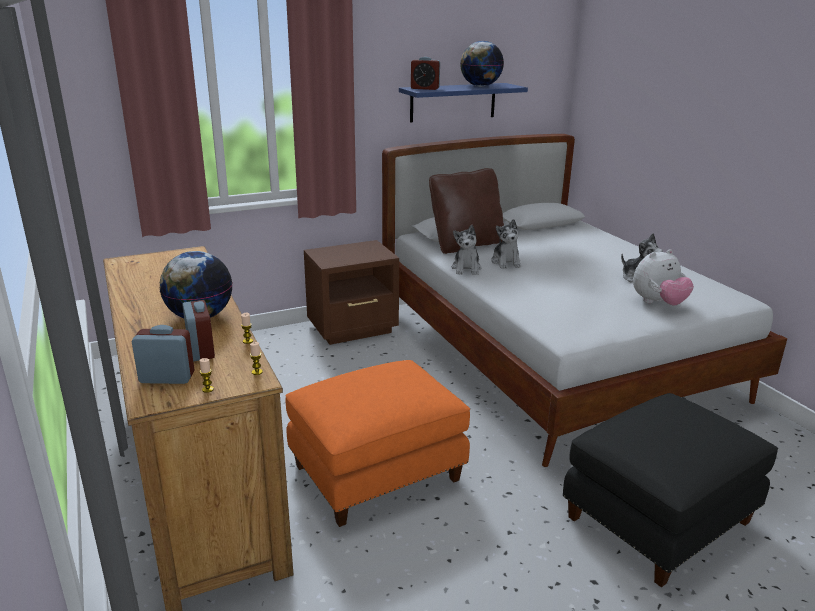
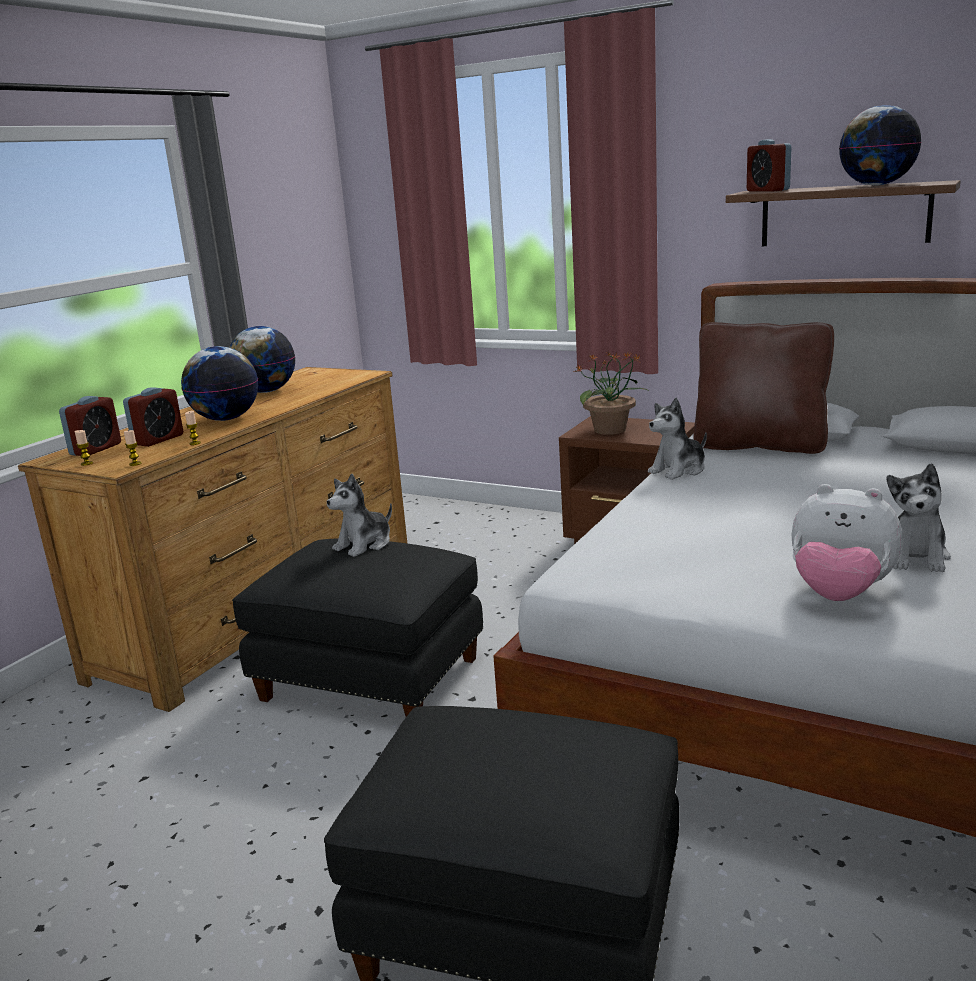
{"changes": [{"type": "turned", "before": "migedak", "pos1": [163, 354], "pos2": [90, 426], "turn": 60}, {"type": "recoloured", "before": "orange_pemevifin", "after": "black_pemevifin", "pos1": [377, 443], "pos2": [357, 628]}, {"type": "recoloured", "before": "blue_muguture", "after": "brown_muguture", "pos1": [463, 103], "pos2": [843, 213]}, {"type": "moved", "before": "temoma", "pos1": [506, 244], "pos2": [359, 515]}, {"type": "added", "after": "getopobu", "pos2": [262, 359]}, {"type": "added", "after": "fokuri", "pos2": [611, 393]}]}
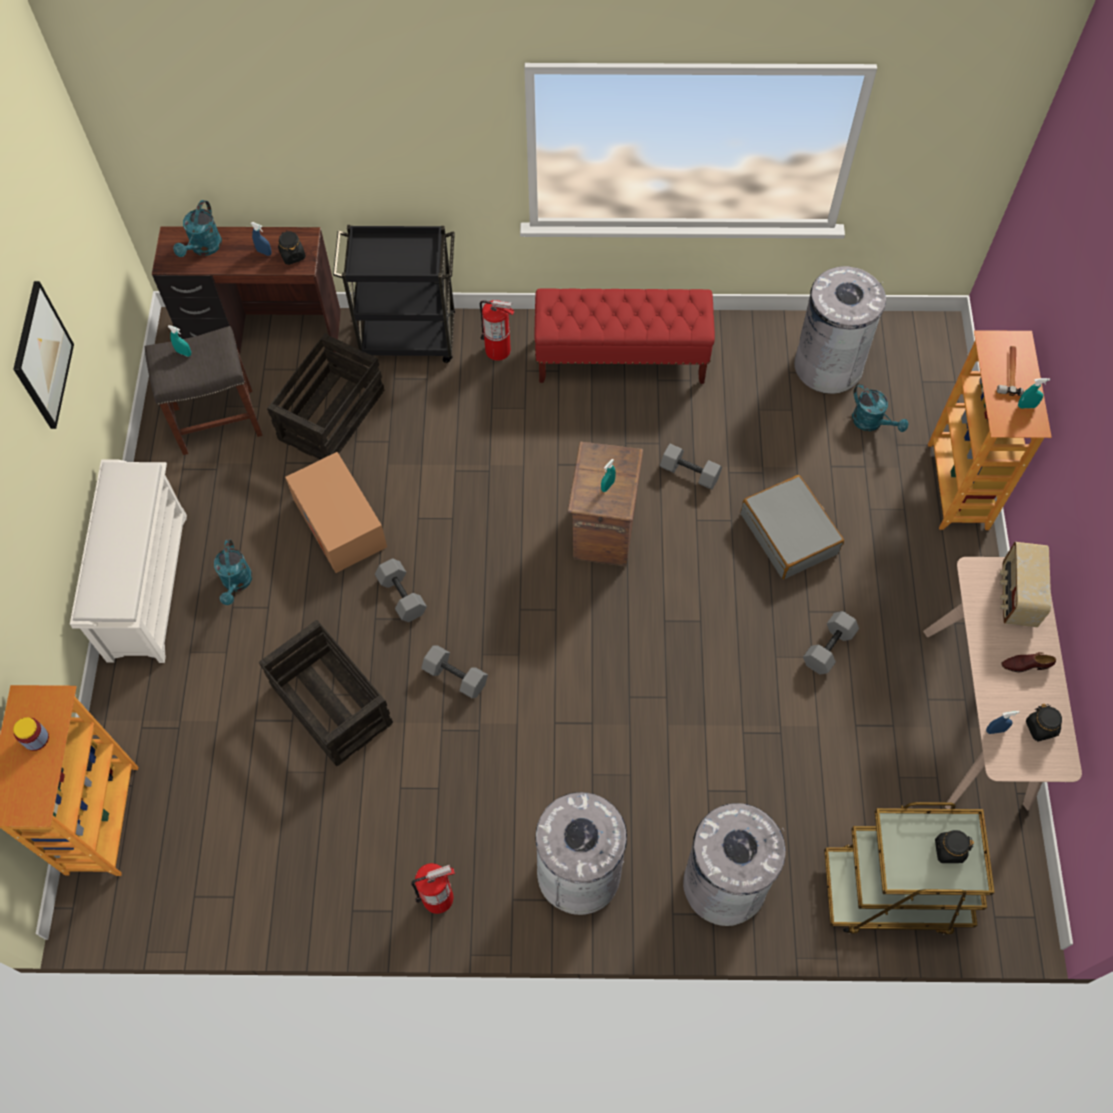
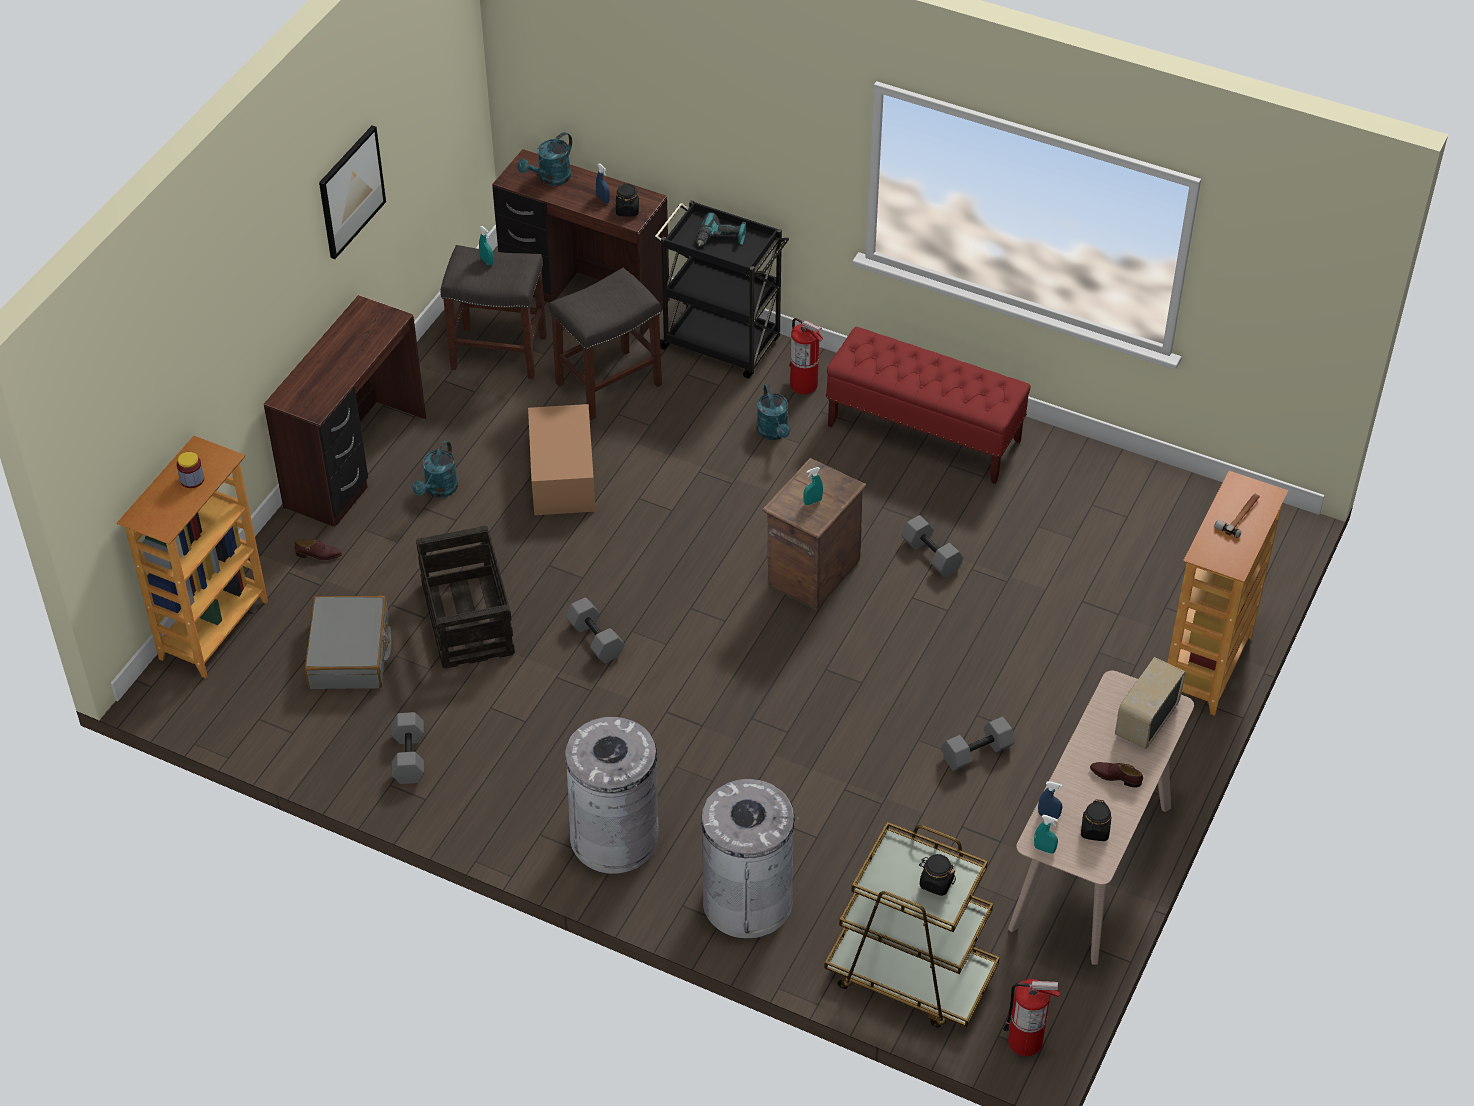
{"changes": [{"type": "replaced", "before": "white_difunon", "after": "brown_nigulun", "pos1": [128, 561], "pos2": [345, 411]}, {"type": "replaced", "before": "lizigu", "after": "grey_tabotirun", "pos1": [325, 397], "pos2": [605, 344]}, {"type": "moved", "before": "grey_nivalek", "pos1": [401, 590], "pos2": [407, 748]}, {"type": "moved", "before": "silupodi", "pos1": [433, 888], "pos2": [1031, 1017]}, {"type": "moved", "before": "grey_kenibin", "pos1": [792, 527], "pos2": [348, 642]}, {"type": "removed", "before": "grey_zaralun", "pos1": [840, 330]}, {"type": "moved", "before": "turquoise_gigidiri", "pos1": [880, 408], "pos2": [773, 412]}, {"type": "moved", "before": "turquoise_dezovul", "pos1": [1034, 393], "pos2": [1046, 834]}, {"type": "added", "after": "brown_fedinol", "pos2": [318, 549]}, {"type": "added", "after": "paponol", "pos2": [721, 229]}]}
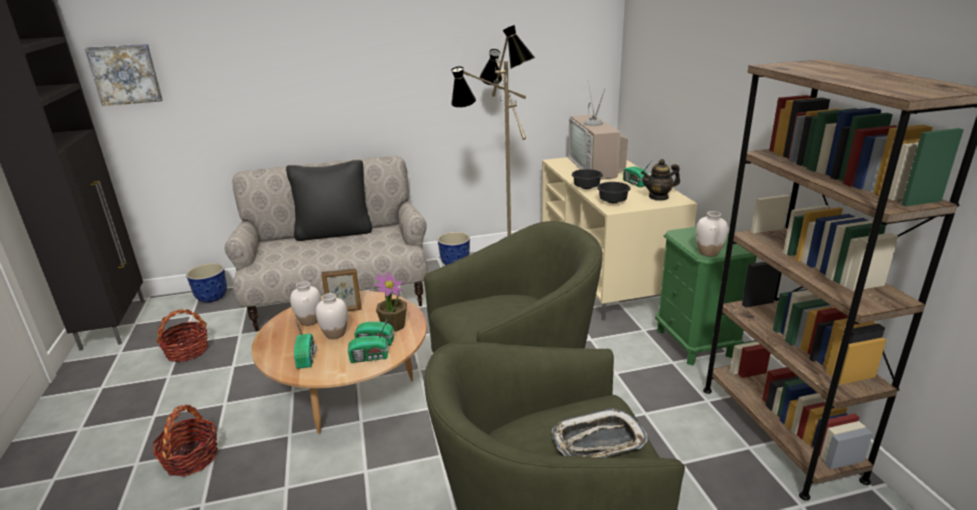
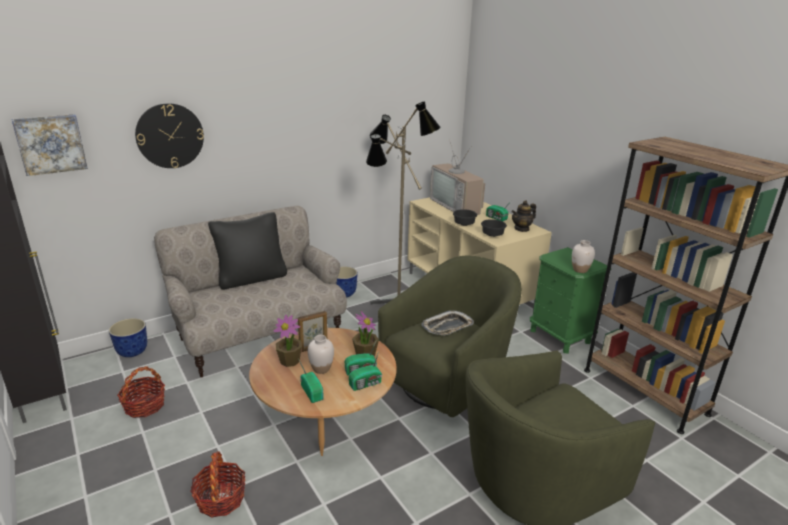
{"changes": [{"type": "replaced", "before": "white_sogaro", "after": "fokuri", "pos1": [305, 303], "pos2": [288, 341]}, {"type": "moved", "before": "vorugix", "pos1": [599, 433], "pos2": [447, 323]}, {"type": "added", "after": "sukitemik", "pos2": [169, 135]}]}
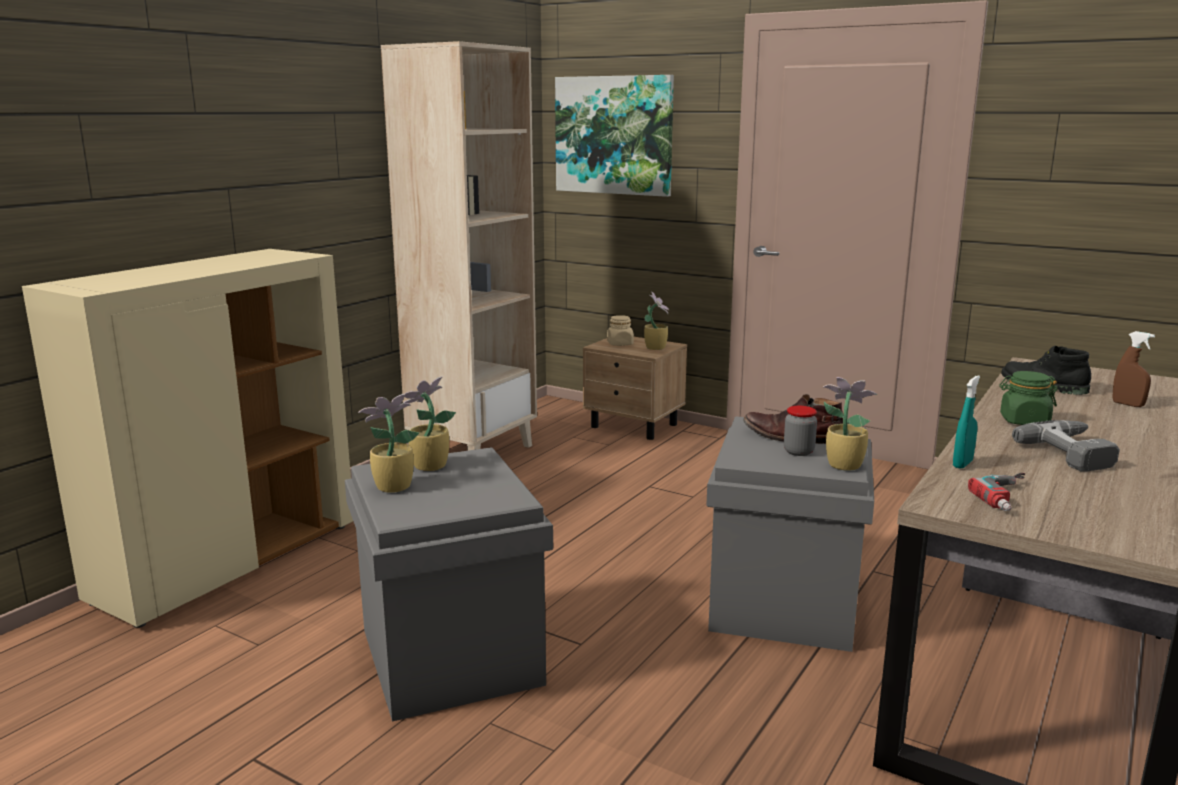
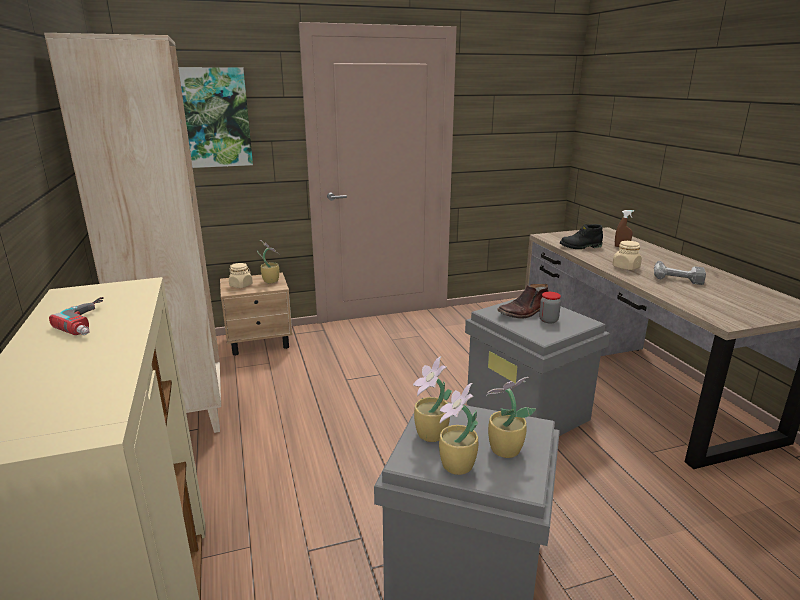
{"changes": [{"type": "moved", "before": "fokuri", "pos1": [850, 424], "pos2": [511, 417]}, {"type": "removed", "before": "turquoise_dezovul", "pos1": [966, 422]}, {"type": "moved", "before": "paponol", "pos1": [996, 492], "pos2": [76, 316]}, {"type": "recoloured", "before": "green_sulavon", "after": "beige_sulavon", "pos1": [1028, 398], "pos2": [627, 255]}]}
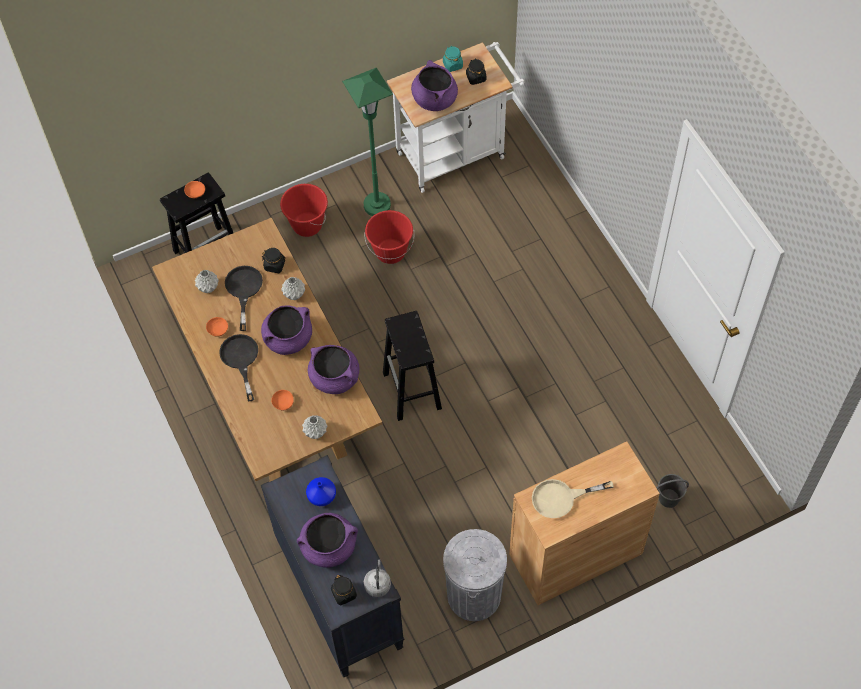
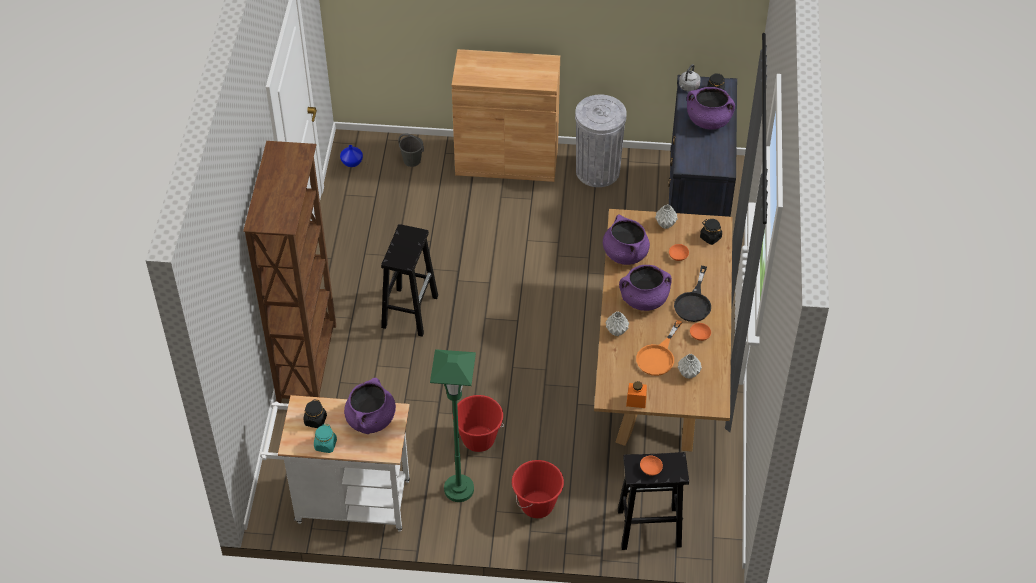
{"changes": [{"type": "recoloured", "before": "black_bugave", "after": "orange_bugave", "pos1": [244, 298], "pos2": [659, 348]}, {"type": "moved", "before": "black_sulavon", "pos1": [273, 260], "pos2": [711, 232]}, {"type": "moved", "before": "blue_sogaro", "pos1": [321, 491], "pos2": [351, 156]}, {"type": "moved", "before": "black_tabotirun", "pos1": [412, 366], "pos2": [409, 280]}, {"type": "removed", "before": "beige_bugave", "pos1": [573, 498]}, {"type": "added", "after": "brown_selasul", "pos2": [289, 272]}, {"type": "added", "after": "orange_sulavon", "pos2": [636, 394]}]}
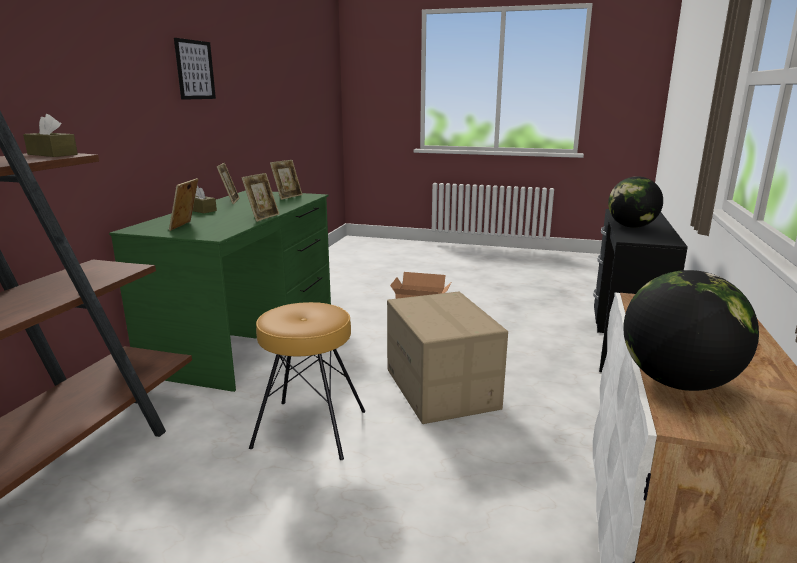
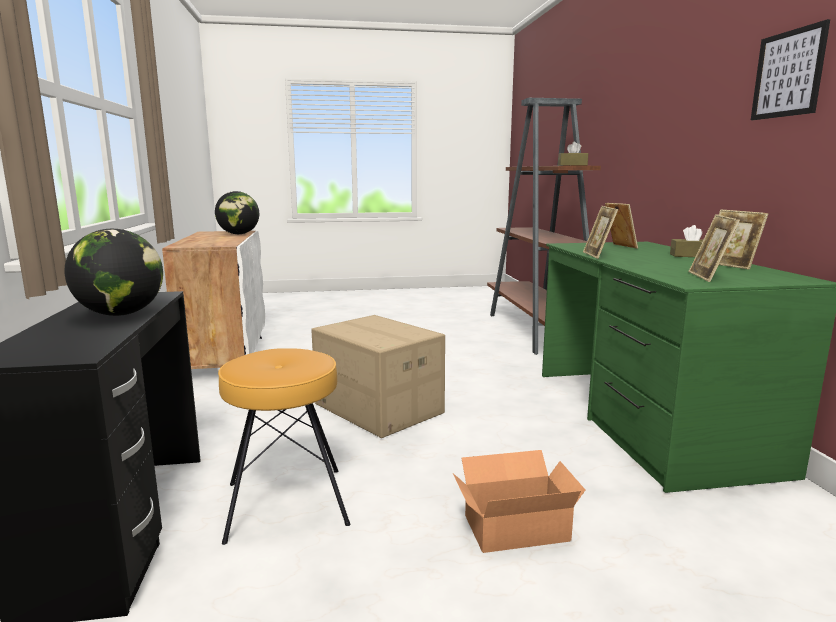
{"changes": [{"type": "moved", "before": "brown_tabotirun", "pos1": [307, 381], "pos2": [284, 446]}]}
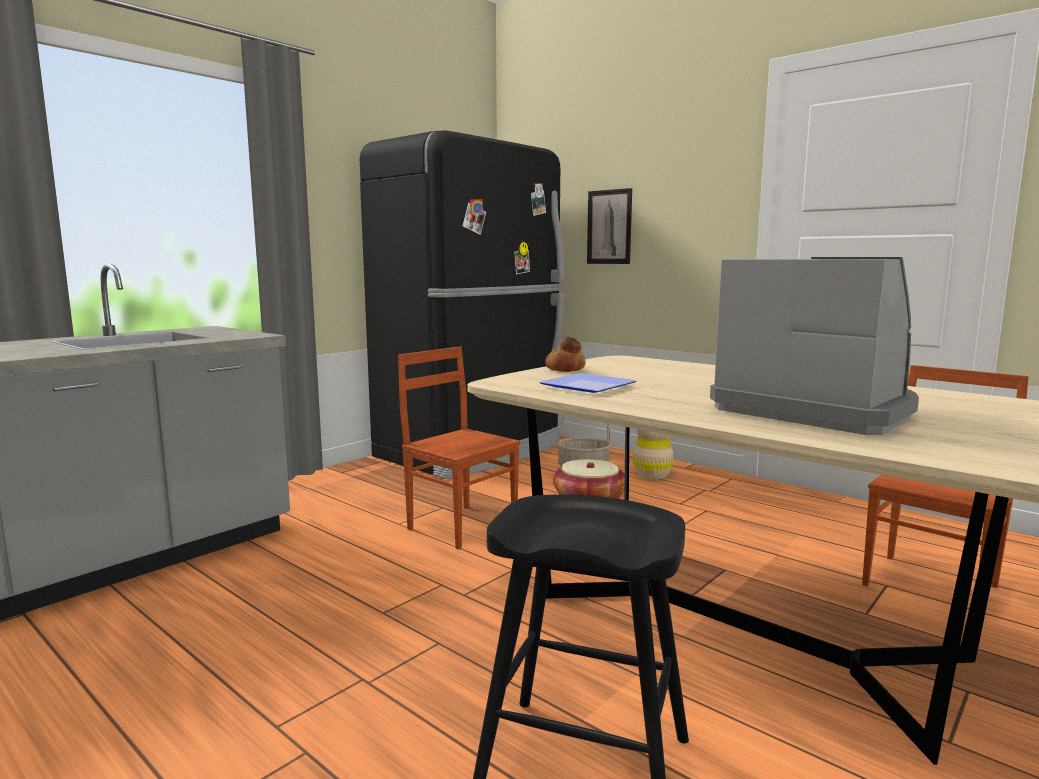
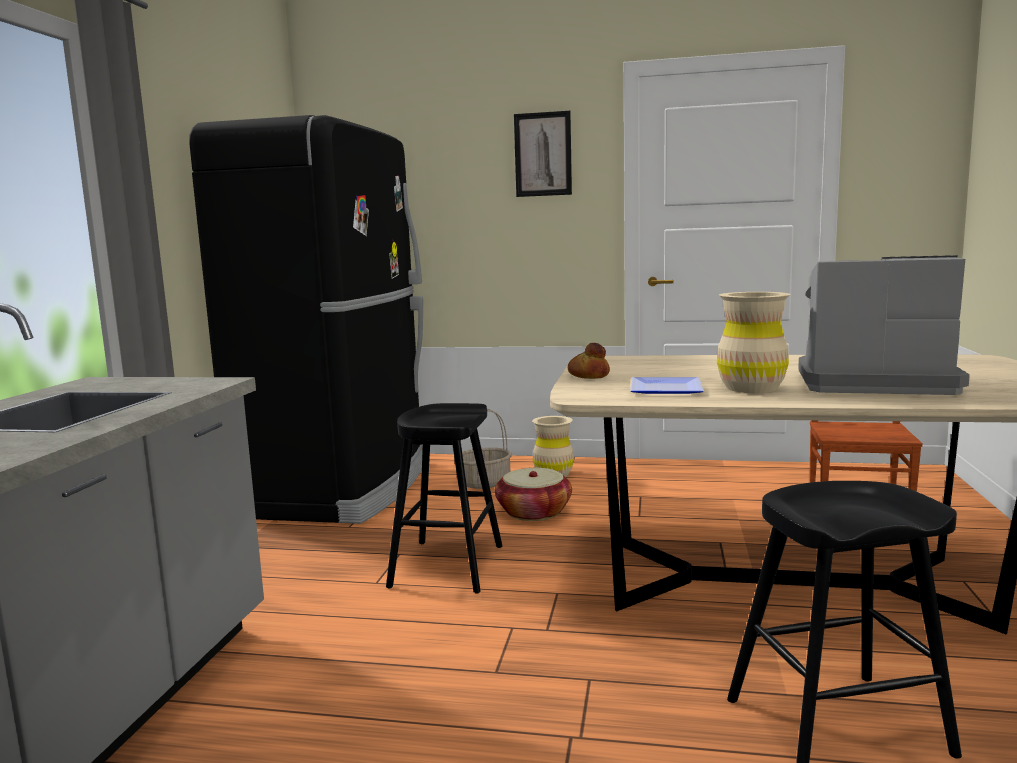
{"changes": [{"type": "replaced", "before": "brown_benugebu", "after": "black_tabotirun", "pos1": [459, 448], "pos2": [444, 498]}, {"type": "moved", "before": "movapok", "pos1": [609, 226], "pos2": [543, 154]}, {"type": "added", "after": "beige_sogaro", "pos2": [753, 342]}]}
